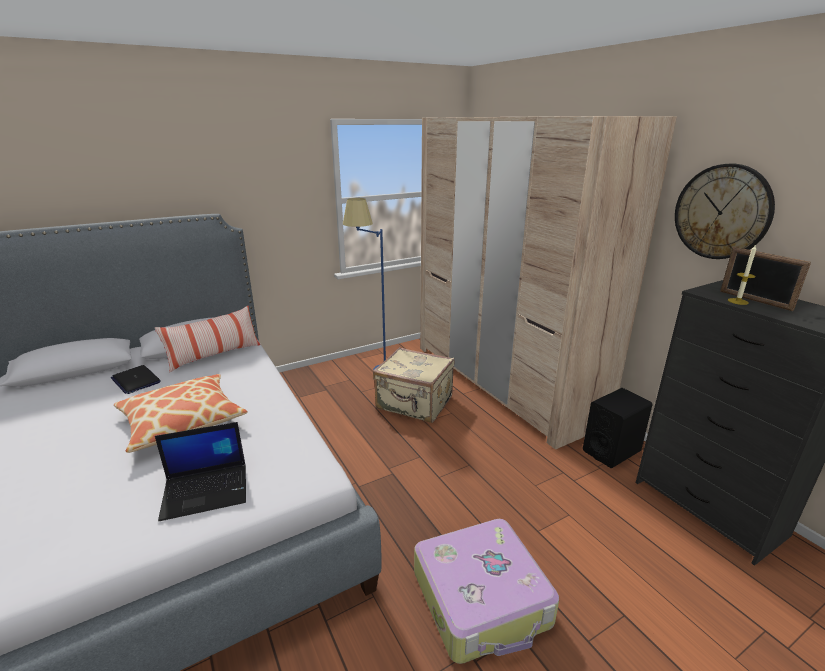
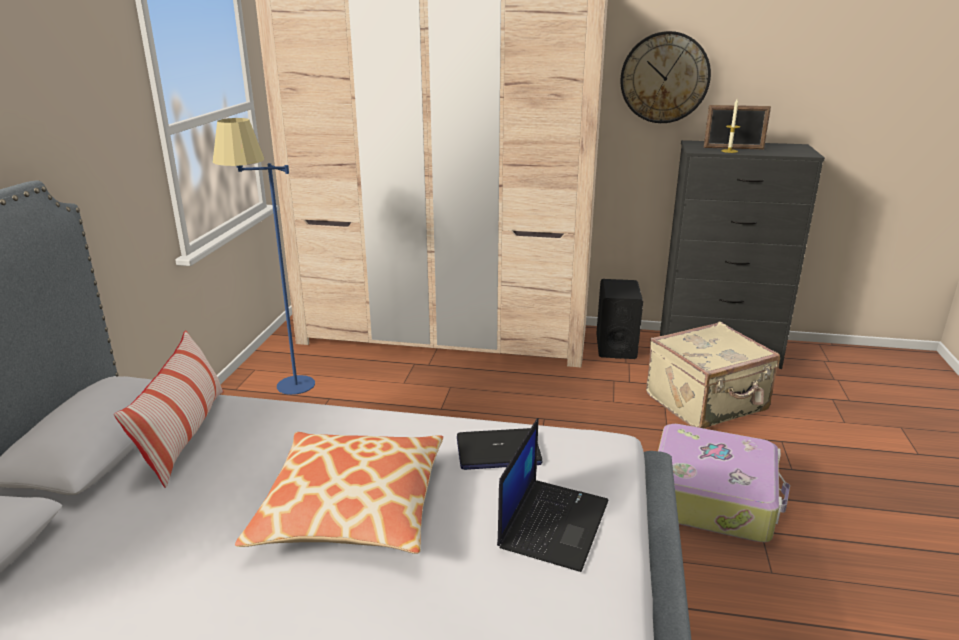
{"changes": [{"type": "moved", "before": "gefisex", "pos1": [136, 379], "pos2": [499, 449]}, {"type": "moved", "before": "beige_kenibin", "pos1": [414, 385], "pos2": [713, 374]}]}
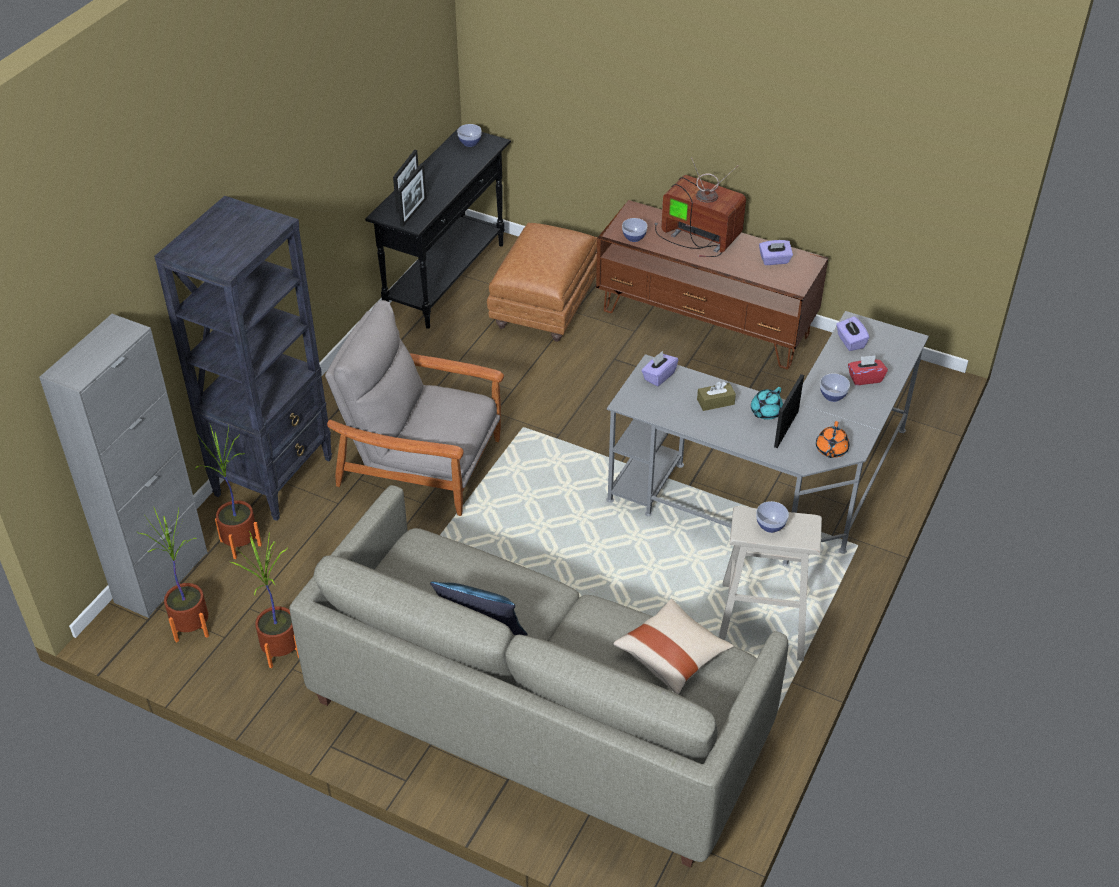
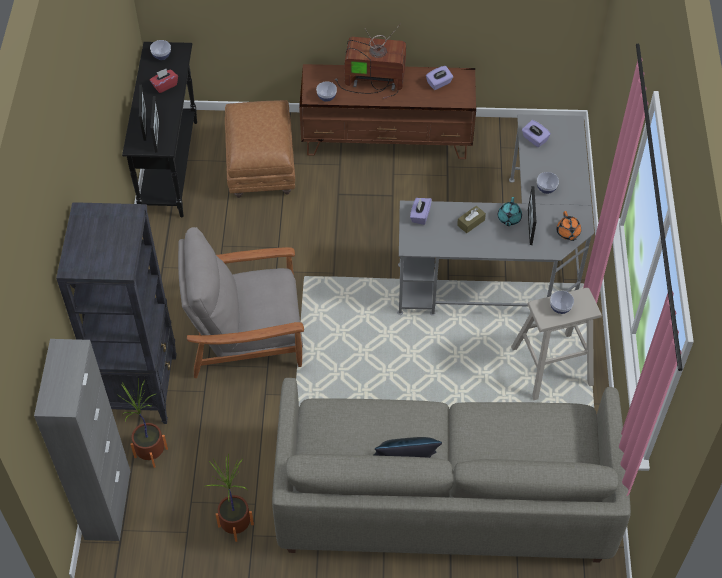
{"changes": [{"type": "removed", "before": "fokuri", "pos1": [173, 575]}, {"type": "removed", "before": "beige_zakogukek", "pos1": [674, 647]}, {"type": "moved", "before": "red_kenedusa", "pos1": [868, 370], "pos2": [164, 81]}]}
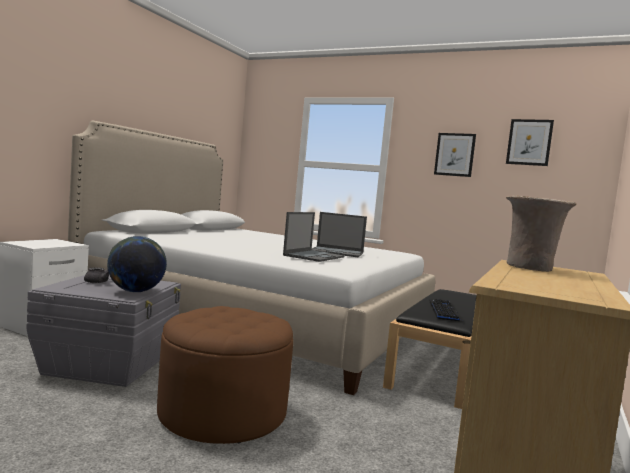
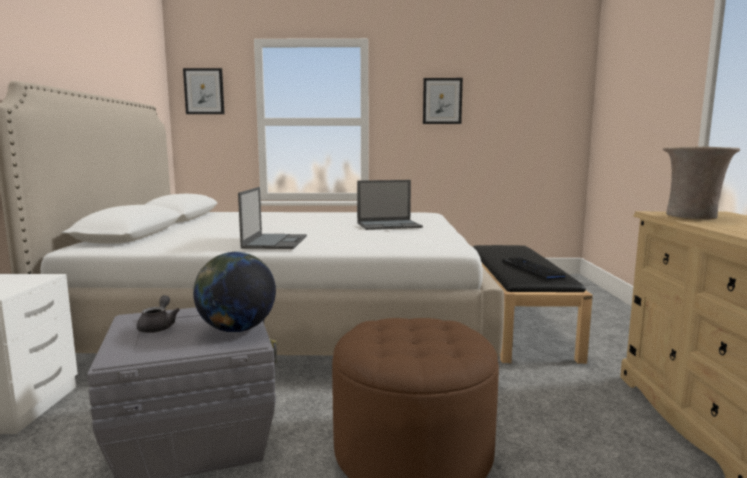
{"changes": [{"type": "moved", "before": "gefisex", "pos1": [314, 237], "pos2": [272, 218]}, {"type": "moved", "before": "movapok", "pos1": [530, 142], "pos2": [204, 91]}]}
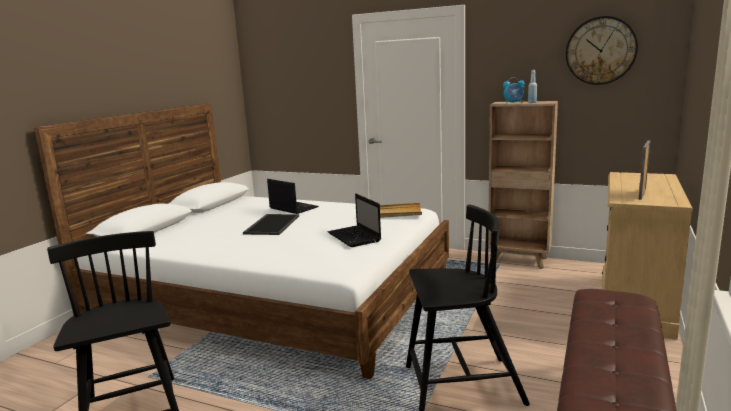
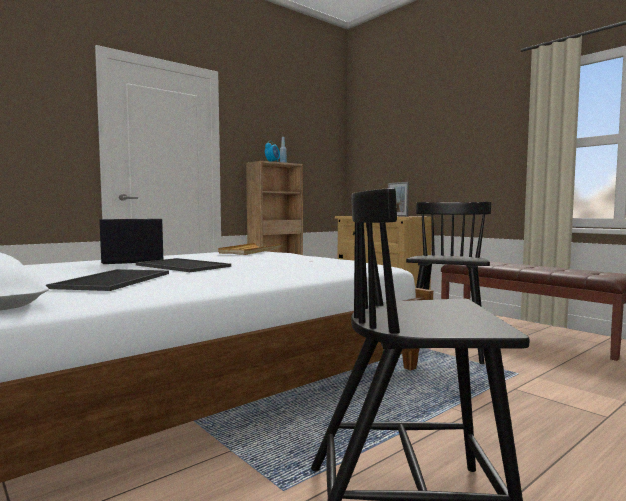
{"changes": [{"type": "removed", "before": "gefisex", "pos1": [354, 220]}, {"type": "removed", "before": "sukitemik", "pos1": [602, 50]}, {"type": "added", "after": "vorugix", "pos2": [107, 280]}]}
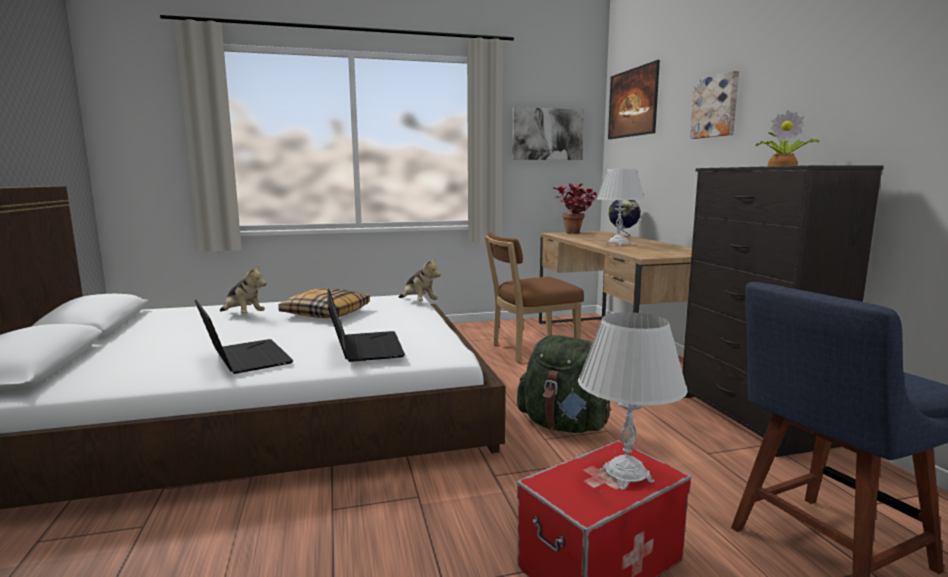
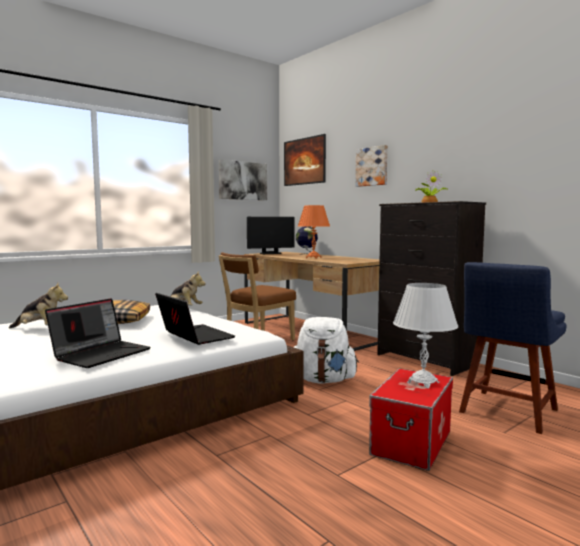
{"changes": [{"type": "turned", "before": "gefisex", "pos1": [244, 337], "pos2": [98, 333], "turn": 90}, {"type": "recoloured", "before": "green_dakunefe", "after": "white_dakunefe", "pos1": [564, 384], "pos2": [326, 350]}, {"type": "replaced", "before": "fokuri", "after": "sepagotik", "pos1": [575, 209], "pos2": [270, 235]}, {"type": "recoloured", "before": "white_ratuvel", "after": "orange_ratuvel", "pos1": [621, 207], "pos2": [314, 232]}]}
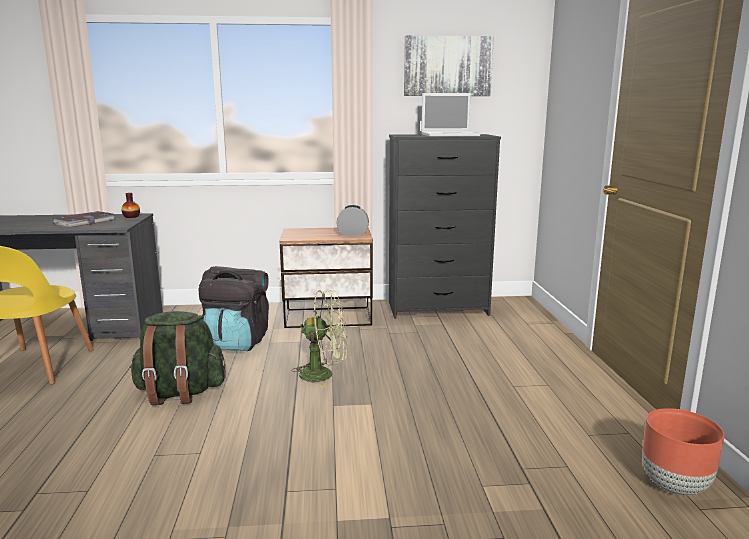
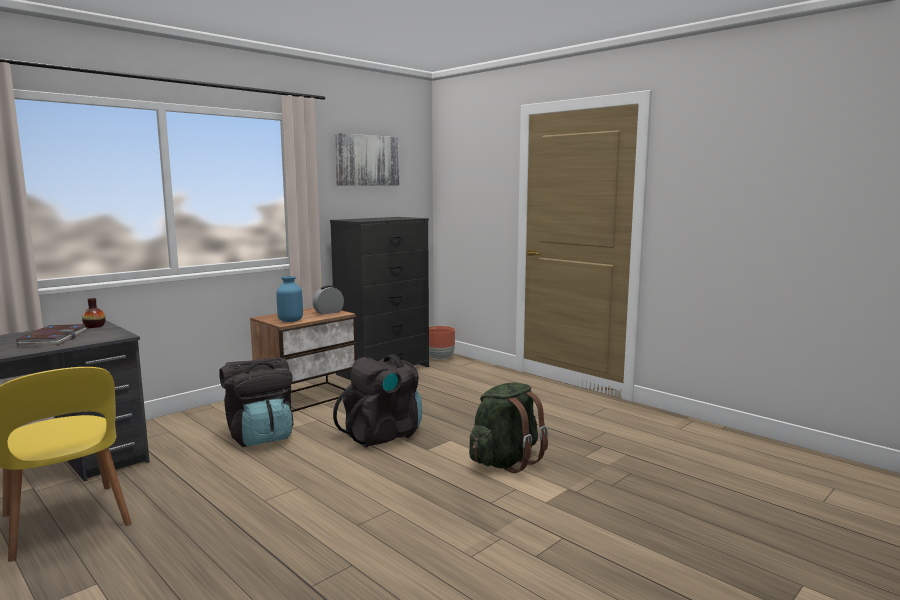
{"changes": [{"type": "moved", "before": "green_dakunefe", "pos1": [178, 358], "pos2": [508, 428]}, {"type": "replaced", "before": "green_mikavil", "after": "black_dakunefe", "pos1": [319, 339], "pos2": [377, 400]}, {"type": "removed", "before": "gefisex", "pos1": [450, 114]}, {"type": "moved", "before": "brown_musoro", "pos1": [683, 451], "pos2": [442, 343]}, {"type": "added", "after": "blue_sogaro", "pos2": [289, 299]}]}
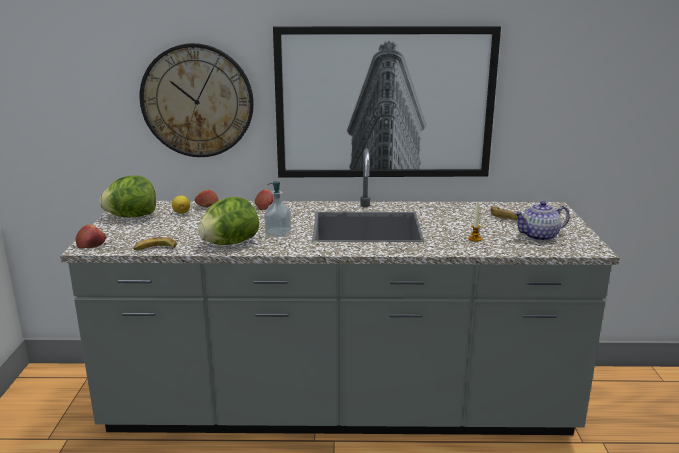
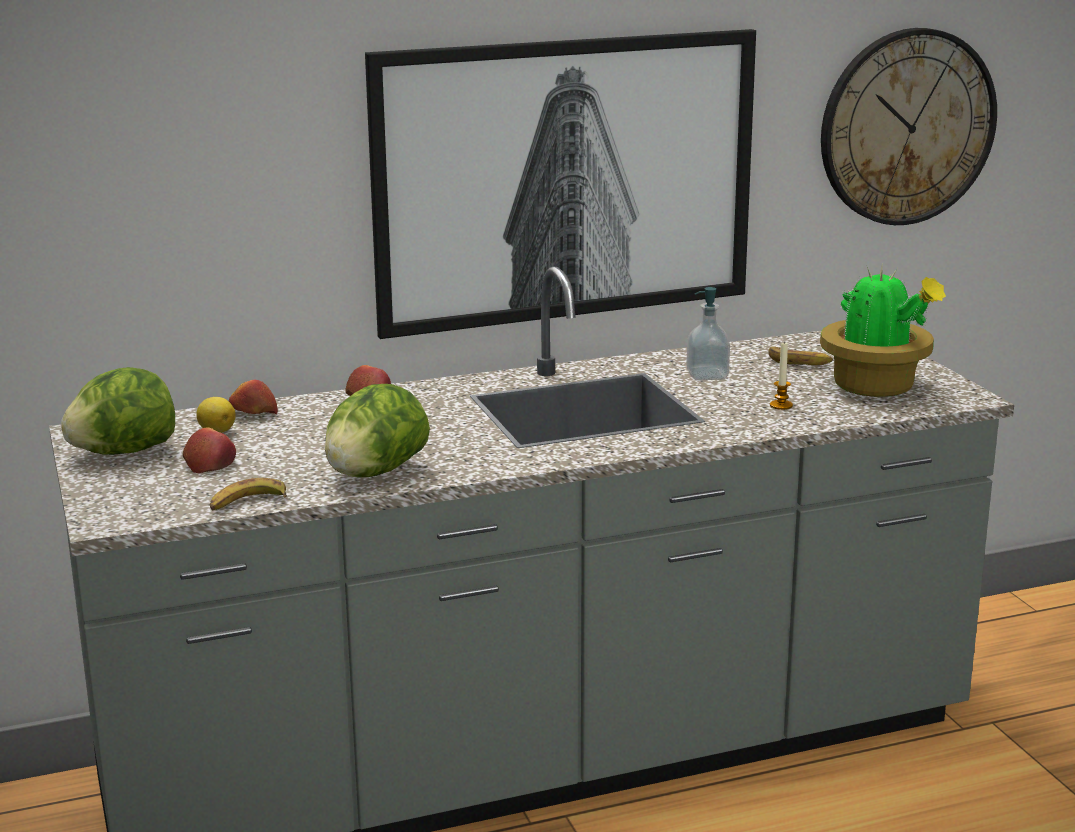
{"changes": [{"type": "moved", "before": "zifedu", "pos1": [91, 236], "pos2": [209, 450]}, {"type": "moved", "before": "sukitemik", "pos1": [197, 100], "pos2": [909, 126]}, {"type": "moved", "before": "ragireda", "pos1": [277, 209], "pos2": [708, 333]}, {"type": "replaced", "before": "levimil", "after": "fokuri", "pos1": [542, 221], "pos2": [883, 329]}]}
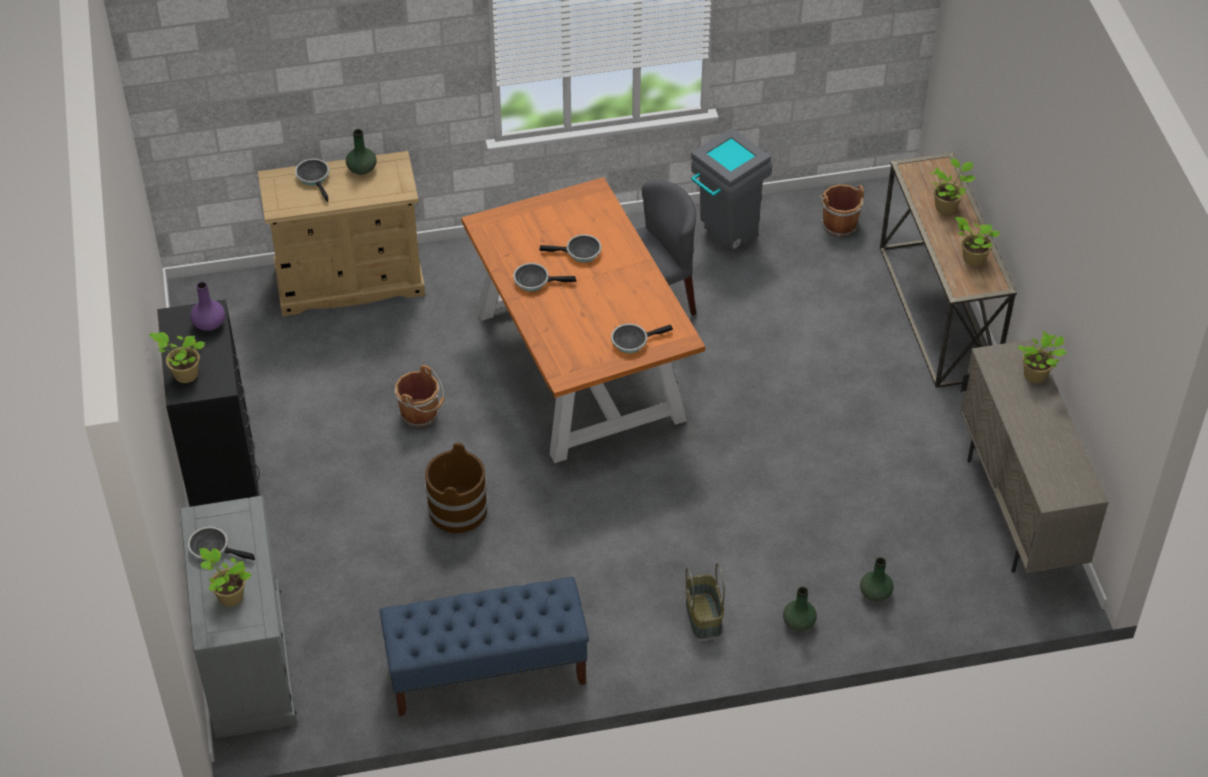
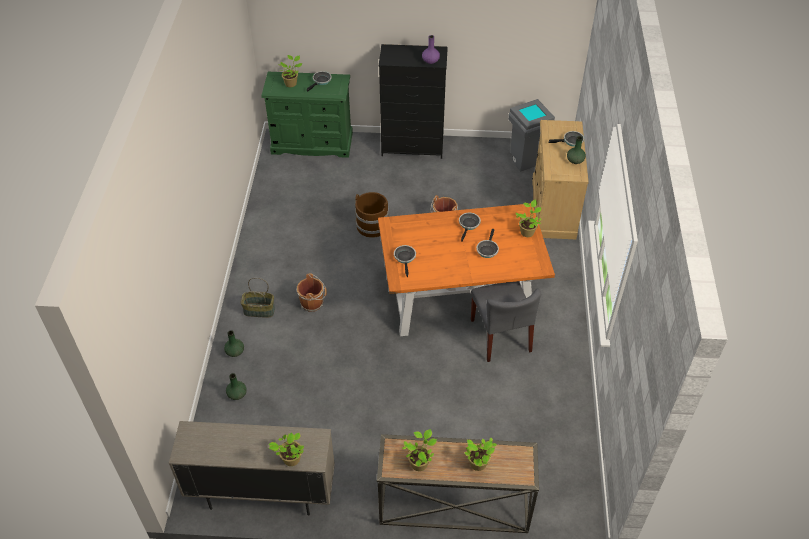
{"changes": [{"type": "moved", "before": "fokuri", "pos1": [177, 357], "pos2": [528, 218]}, {"type": "recoloured", "before": "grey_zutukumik", "after": "green_zutukumik", "pos1": [238, 617], "pos2": [307, 115]}, {"type": "removed", "before": "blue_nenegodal", "pos1": [484, 646]}, {"type": "moved", "before": "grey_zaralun", "pos1": [731, 189], "pos2": [531, 135]}, {"type": "moved", "before": "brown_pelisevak", "pos1": [841, 210], "pos2": [312, 292]}]}
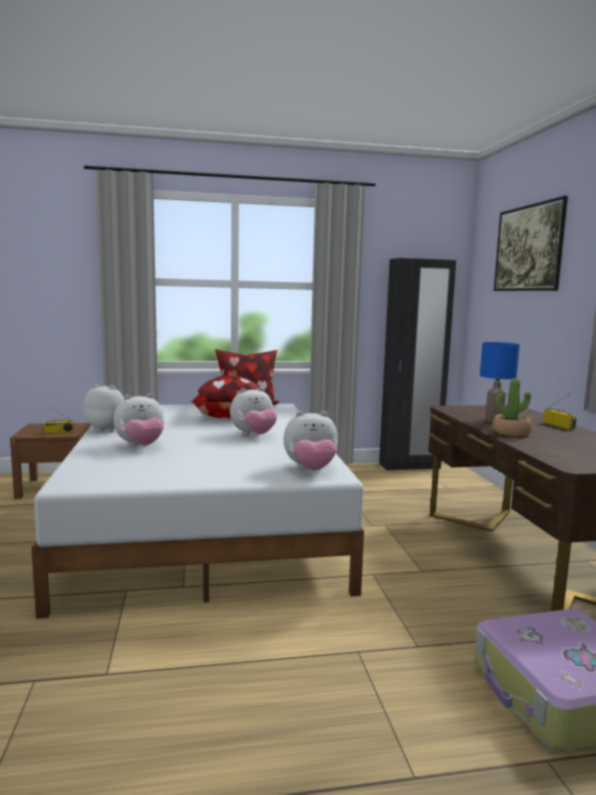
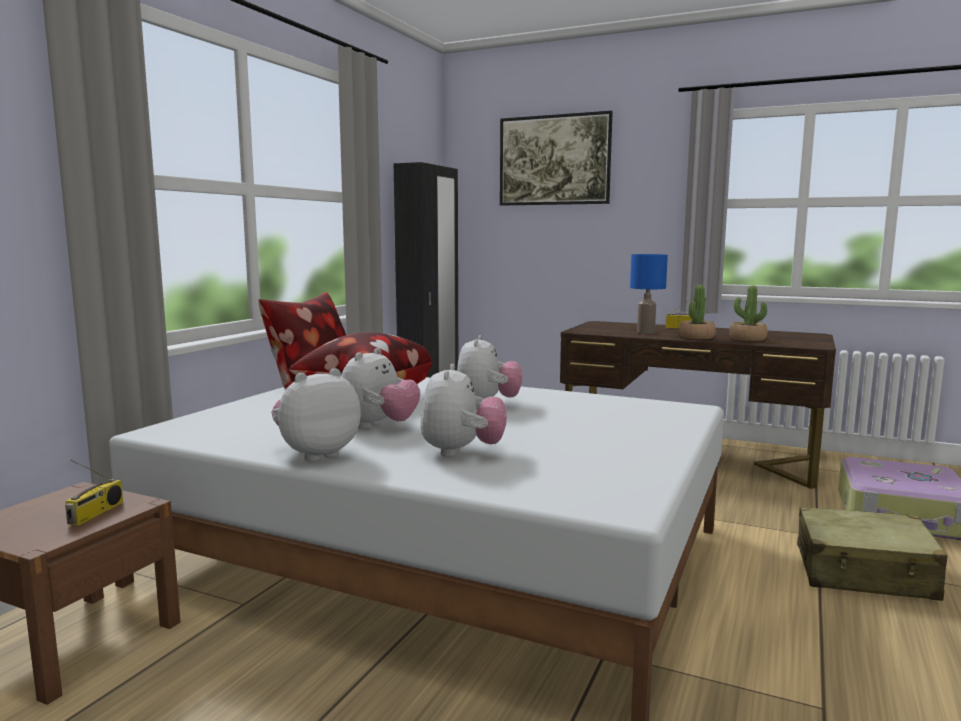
{"changes": [{"type": "moved", "before": "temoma", "pos1": [310, 440], "pos2": [380, 388]}, {"type": "added", "after": "fokuri", "pos2": [748, 313]}, {"type": "added", "after": "beige_kenibin", "pos2": [872, 554]}]}
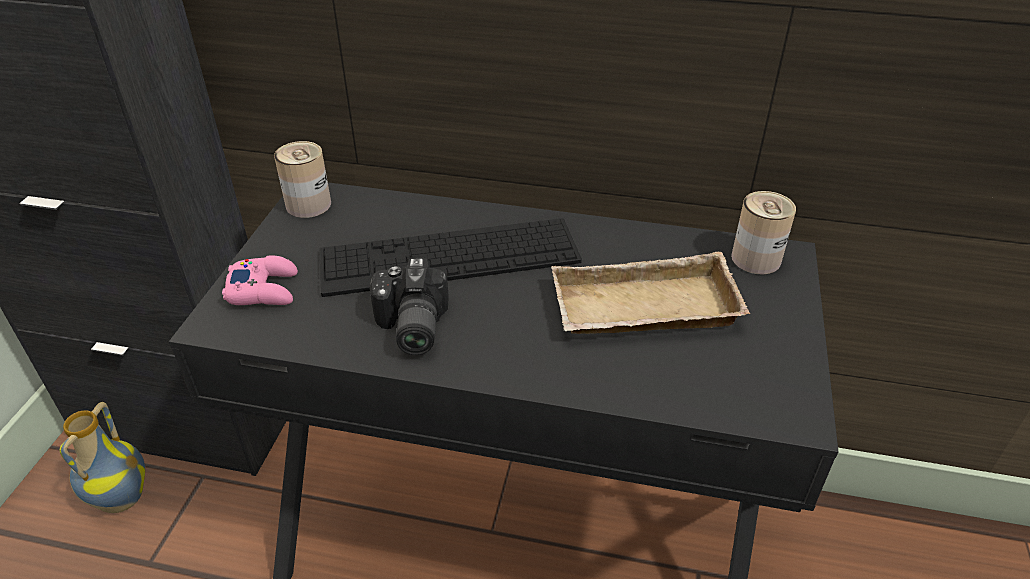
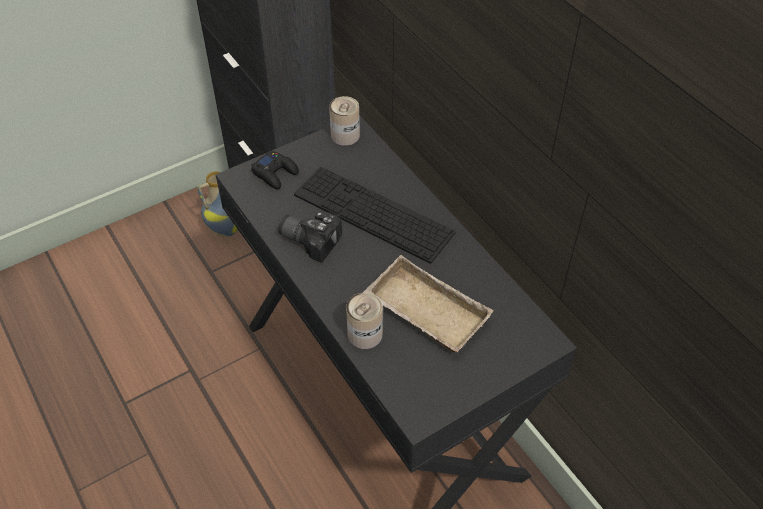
{"changes": [{"type": "recoloured", "before": "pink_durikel", "after": "black_durikel", "pos1": [260, 280], "pos2": [275, 170]}, {"type": "turned", "before": "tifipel", "pos1": [409, 306], "pos2": [310, 237], "turn": 75}, {"type": "moved", "before": "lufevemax", "pos1": [763, 232], "pos2": [364, 320]}]}
